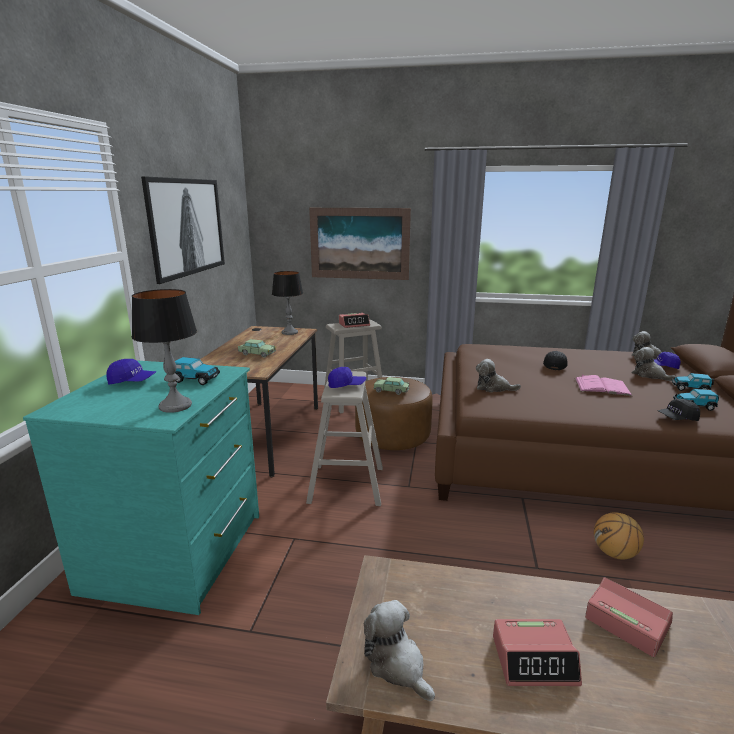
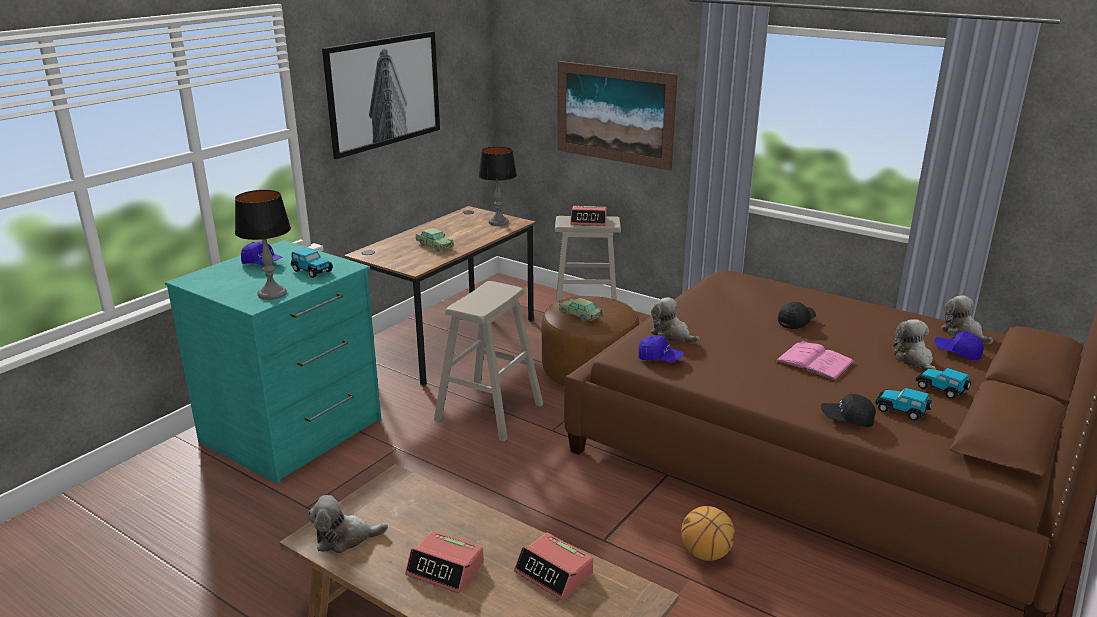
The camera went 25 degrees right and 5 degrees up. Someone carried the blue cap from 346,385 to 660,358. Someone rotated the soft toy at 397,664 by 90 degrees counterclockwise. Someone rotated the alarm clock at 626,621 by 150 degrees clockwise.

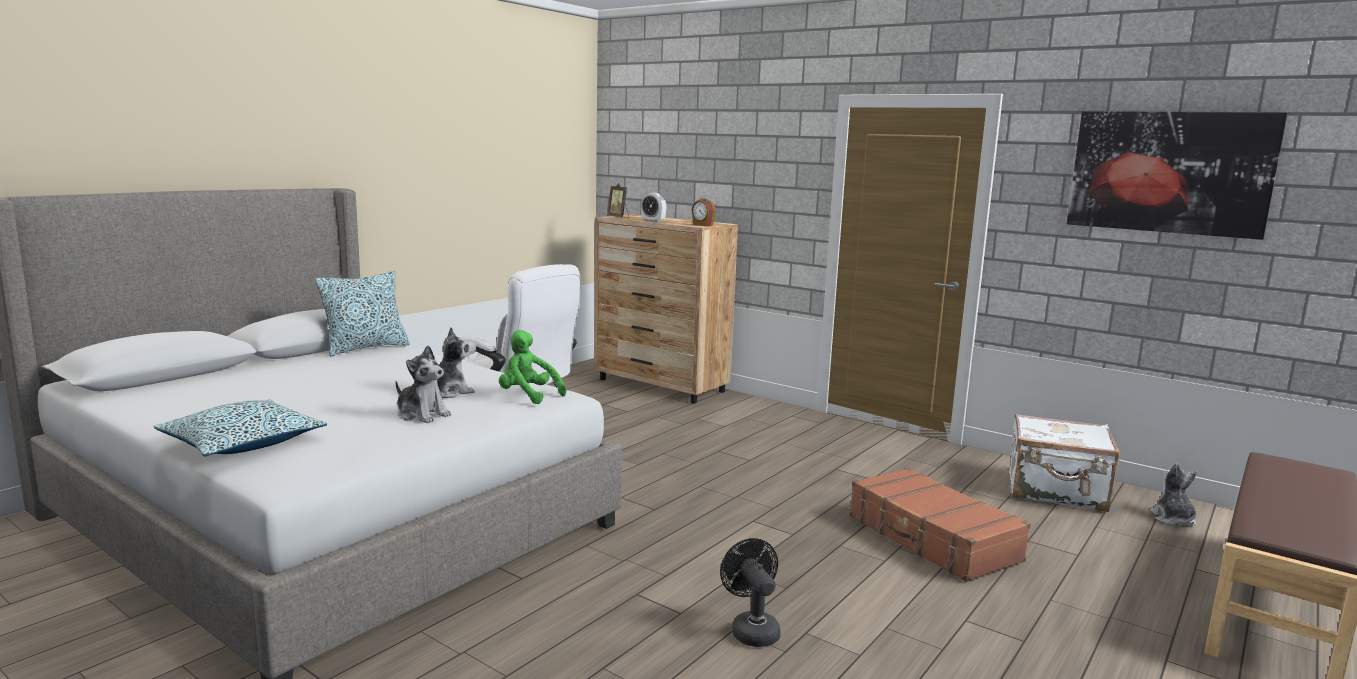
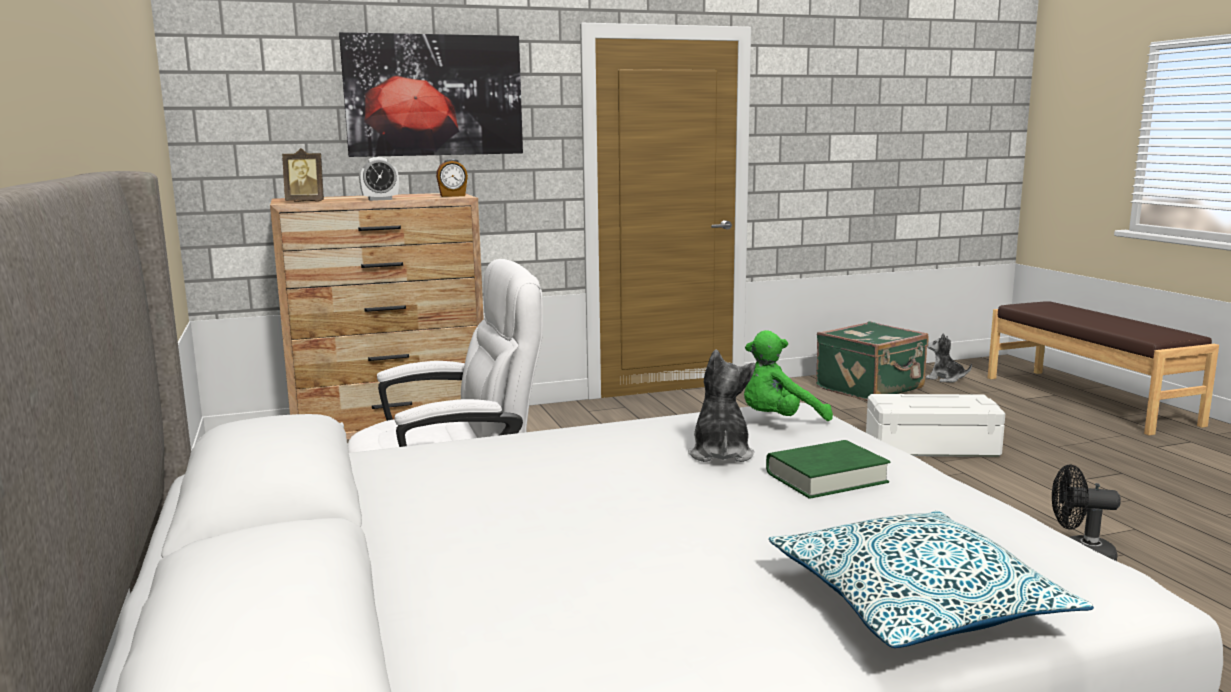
The camera went 55 degrees left and 0 degrees up. Someone took away the pillow at 366,348. Someone carried the wall art from 1169,172 to 434,95. Someone swapped the soft toy at 422,414 for the greenish bound book at 826,477. Someone swapped the brown-coloured piece of luggage at 932,539 for the whitish storage bin at 931,446. Someone repainted the whitish piece of luggage at 1056,492, which became the greenish piece of luggage at 871,388.

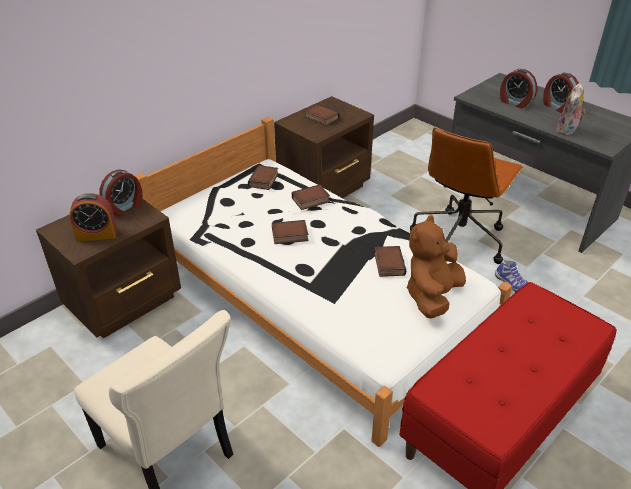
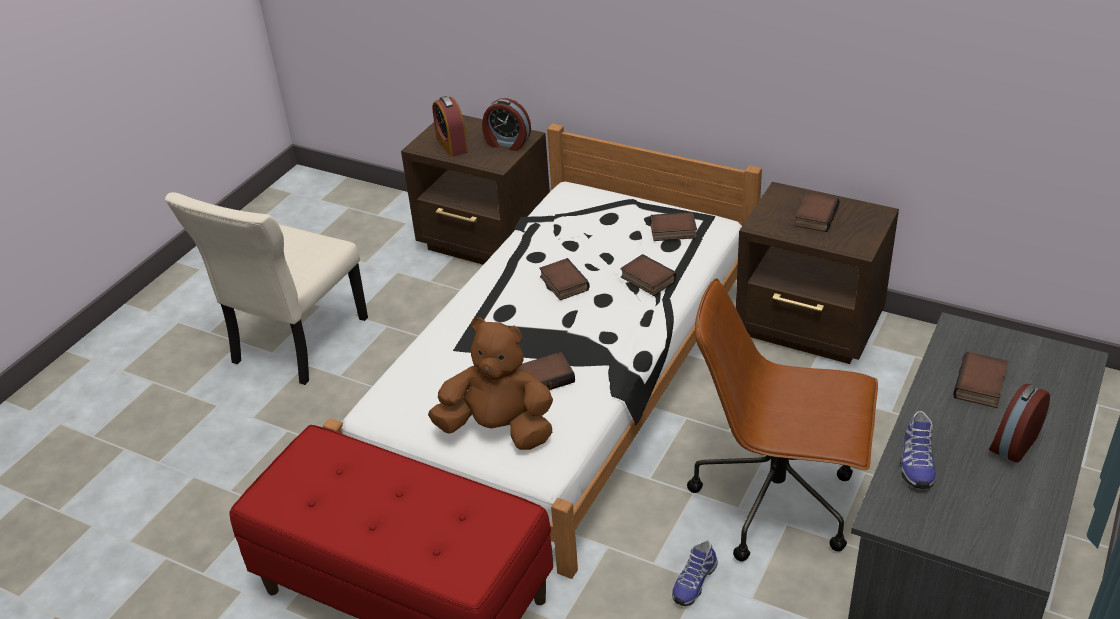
The camera went 75 degrees right and 0 degrees up. Someone swapped the alarm clock at 515,102 for the bound book at 981,385. Someone swapped the soft toy at 567,131 for the low shoe at 915,462.

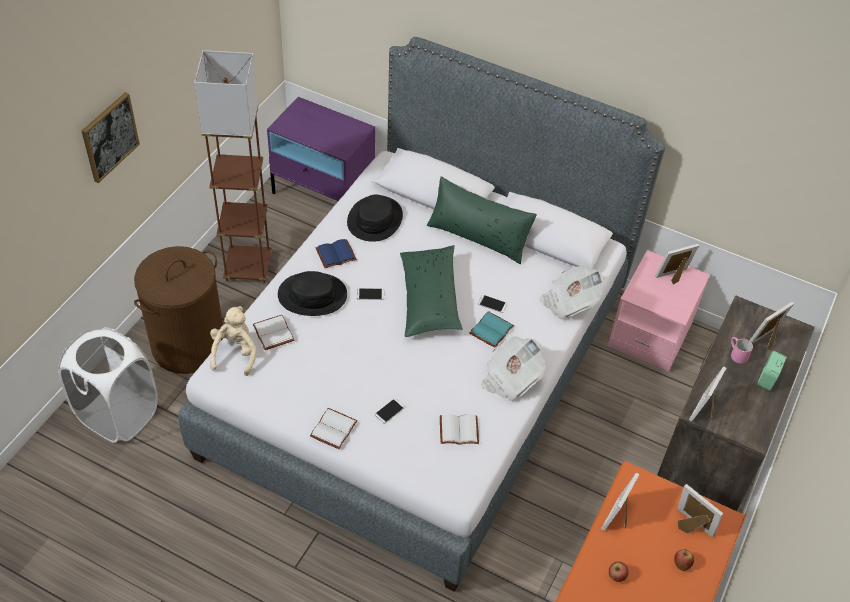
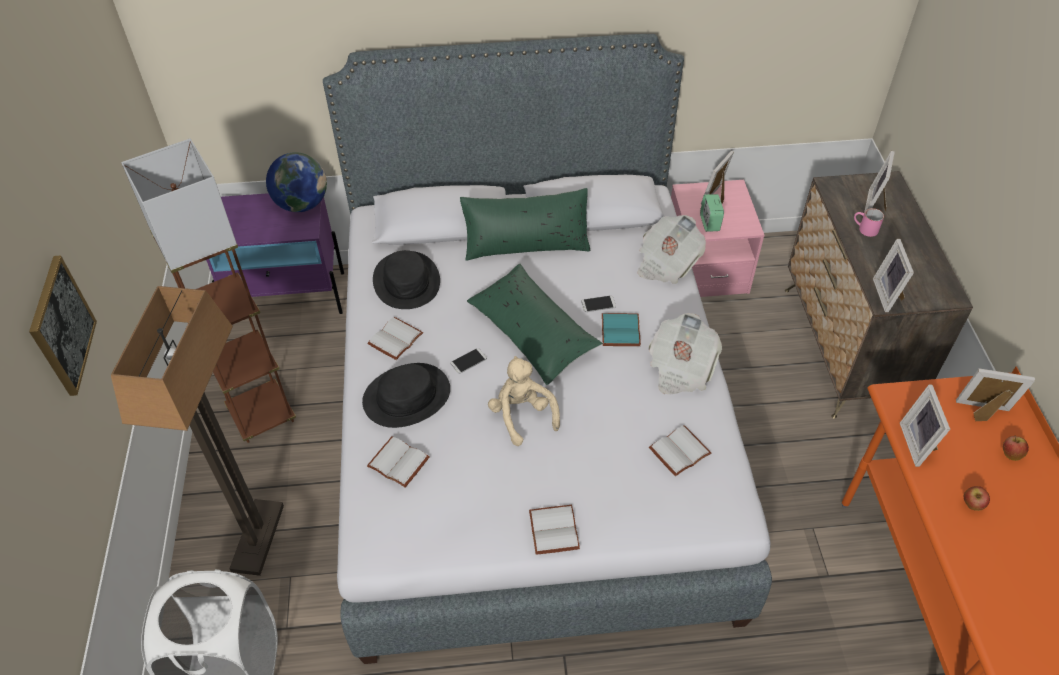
The camera went 30 degrees left and 0 degrees up. Someone took away the telephone at 389,411. Someone put down the world globe at 302,204. Someone carried the beige-coloured soft toy from 235,353 to 522,415. Someone carried the alarm clock from 767,379 to 709,223. Someone swapped the brown-coloured washing basket at 188,346 for the standard lamp at 258,538. Someone repainted the blue bound book at 335,255, which became the whitish bound book at 396,340.

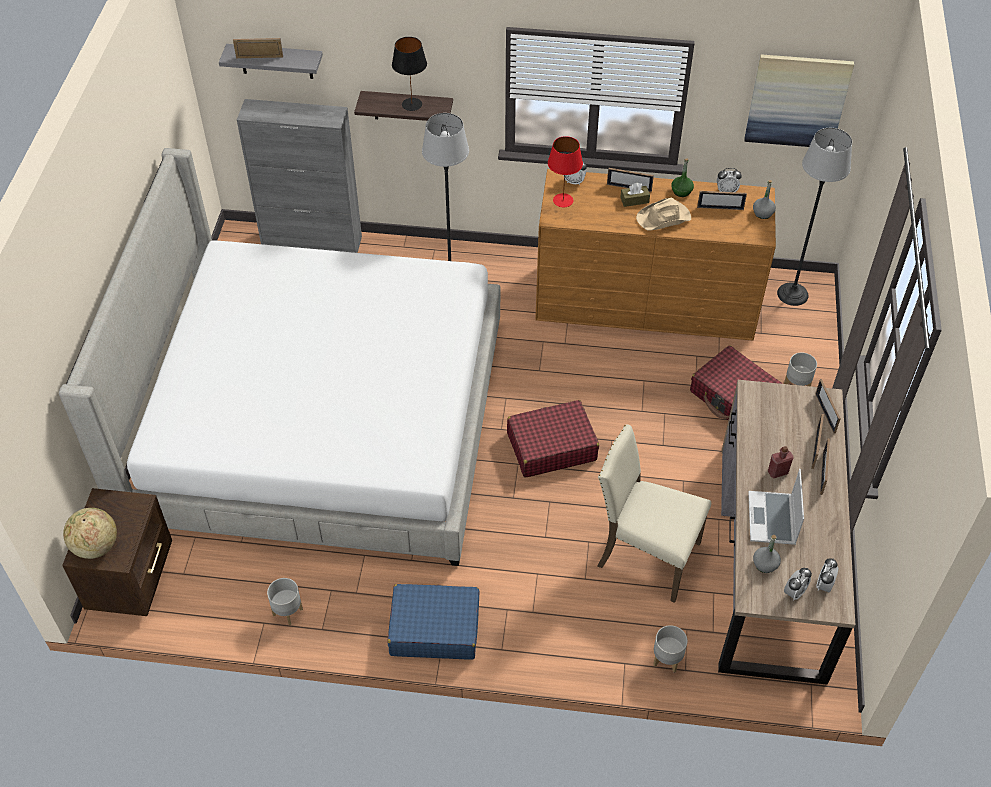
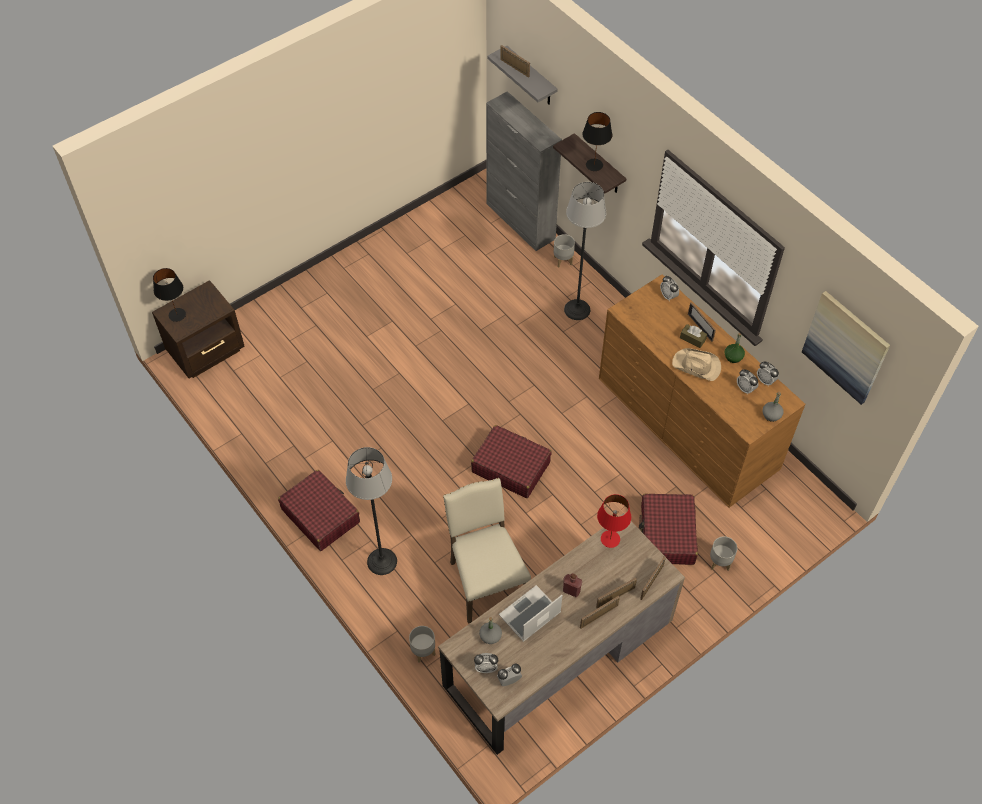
The camera went 45 degrees right and 5 degrees up. Someone took away the bedroom bed at 320,422. Someone carried the gray planter from 288,611 to 563,260. Someone carried the red table lamp from 563,200 to 610,539. Someone carried the standard lamp from 792,294 to 382,561. Someone swapped the world globe at 96,546 for the blackish table lamp at 177,314. Someone swapped the picture frame at 720,208 for the alarm clock at 745,388. Someone repainted the blue piece of luggage at 434,628, which became the red piece of luggage at 320,515.

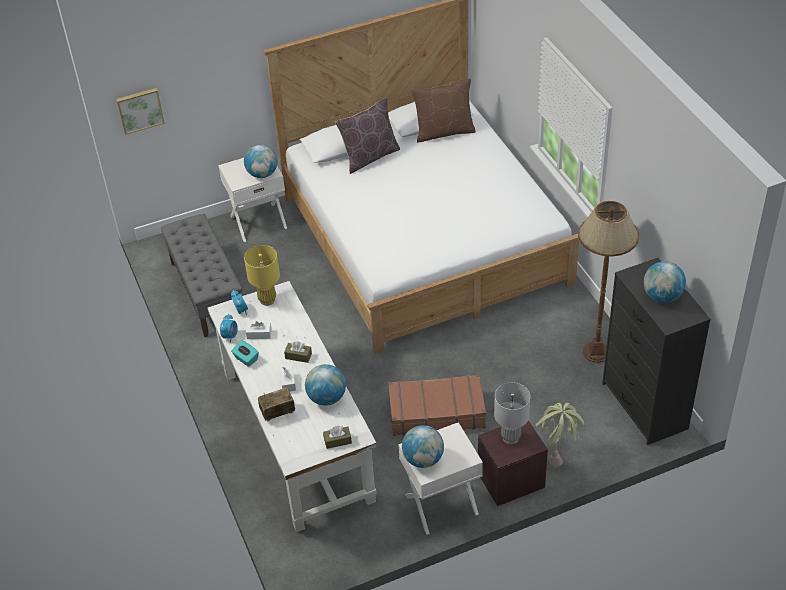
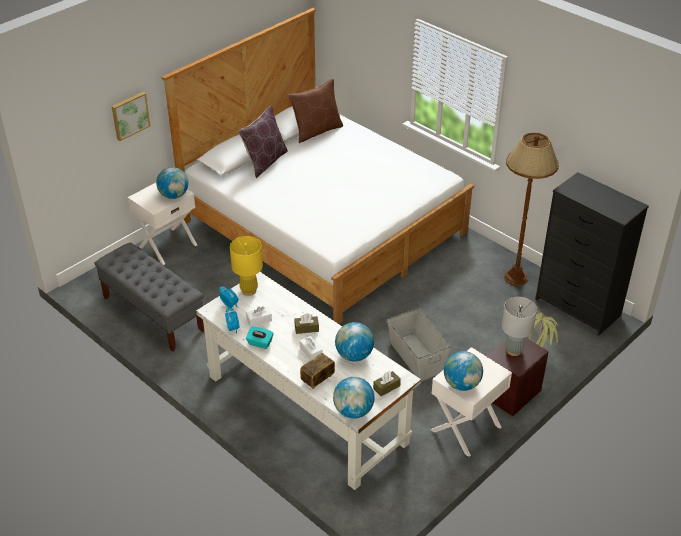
The camera went 25 degrees left and 5 degrees down. Someone carried the wall art from 140,110 to 130,115. Someone carried the world globe from 662,296 to 353,411. Someone swapped the brown-coloured piece of luggage at 436,412 for the gray storage bin at 416,357.

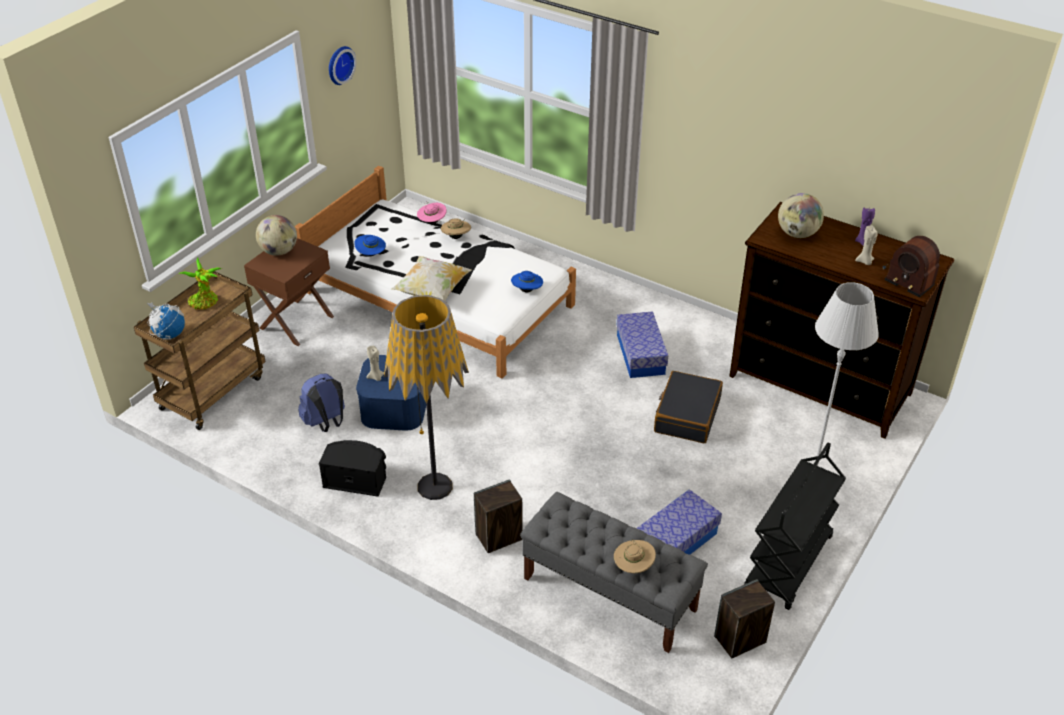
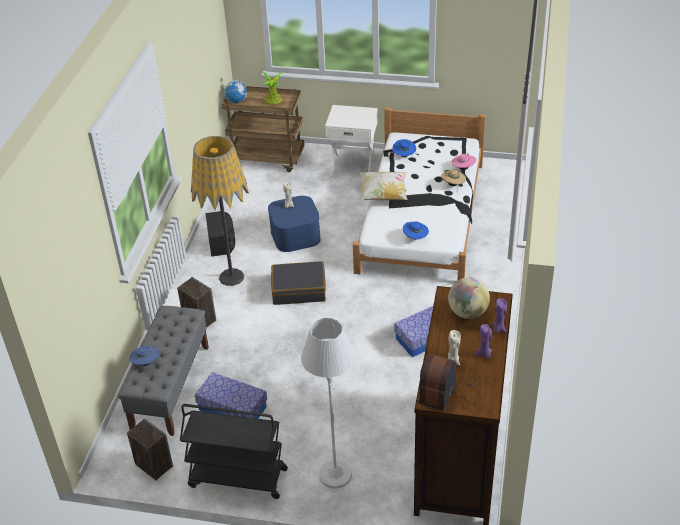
The camera went 70 degrees right and 0 degrees up. Someone took away the world globe at 279,251. Someone took away the blue backpack at 326,423. Someone took away the wall clock at 339,64. Someone put down the purple-coloured wax light at 498,329. Someone carried the blackish piece of luggage from 686,415 to 299,289. Someone repainted the brown-coloured night table at 296,322, which became the whitish night table at 353,165. Someone repainted the beige-coloured clothing hat at 633,566, which became the blue clothing hat at 146,363.

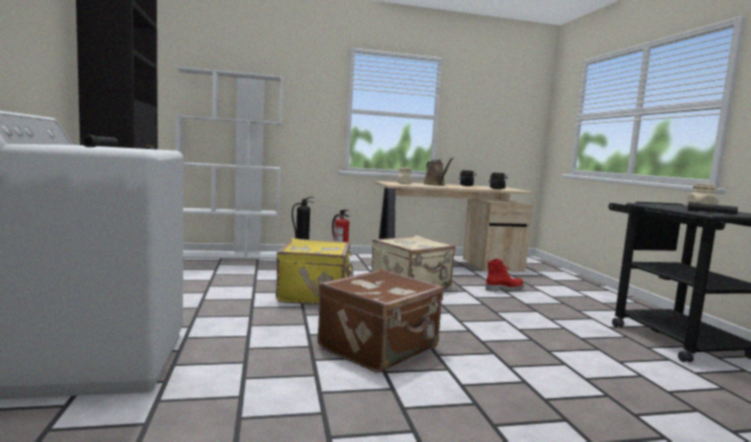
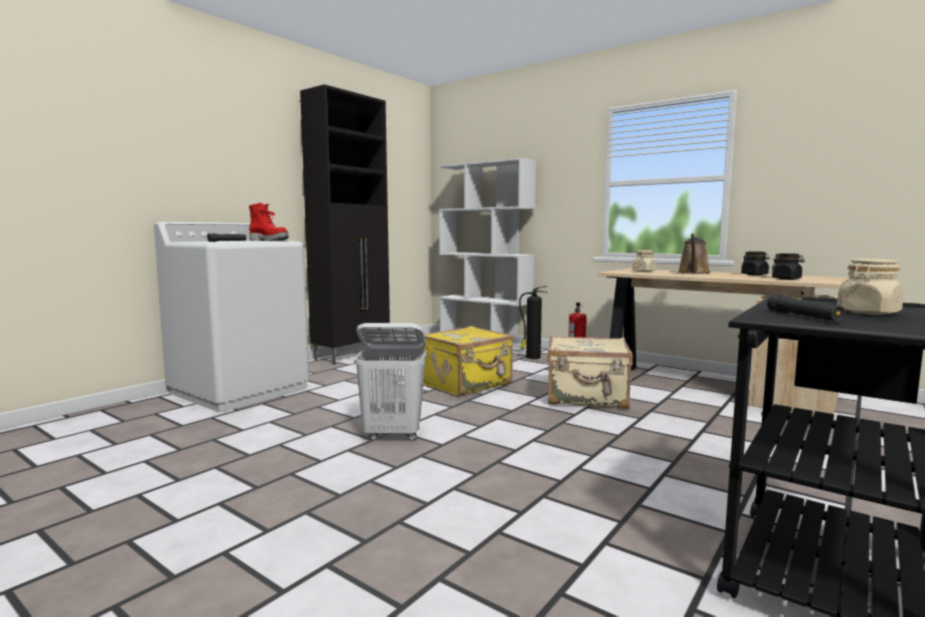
The camera went 50 degrees right and 0 degrees up. Someone carried the red boot from 503,289 to 270,240. Someone swapped the brown-coloured piece of luggage at 380,348 for the whitish washing basket at 393,435.

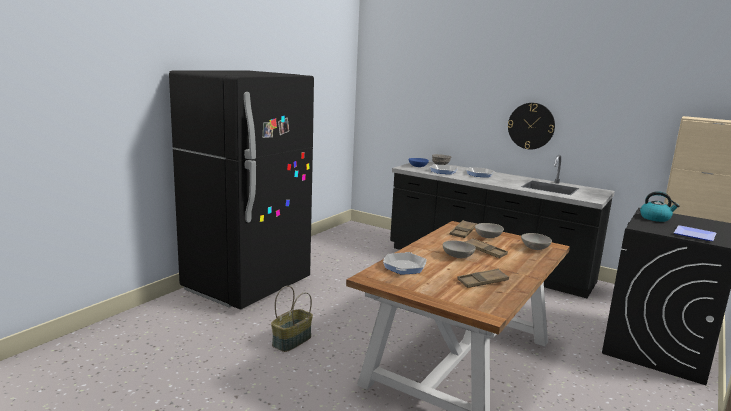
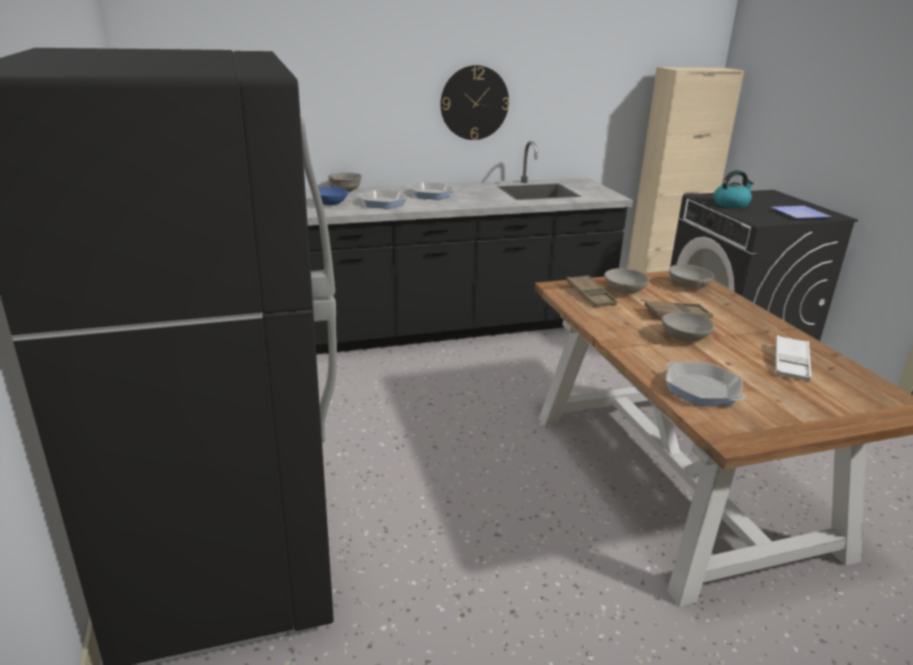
The camera went 50 degrees left and 10 degrees up. Someone took away the storage basket at 292,341. Someone repainted the brown-coloured tray at 482,282, which became the whitish tray at 791,363.

